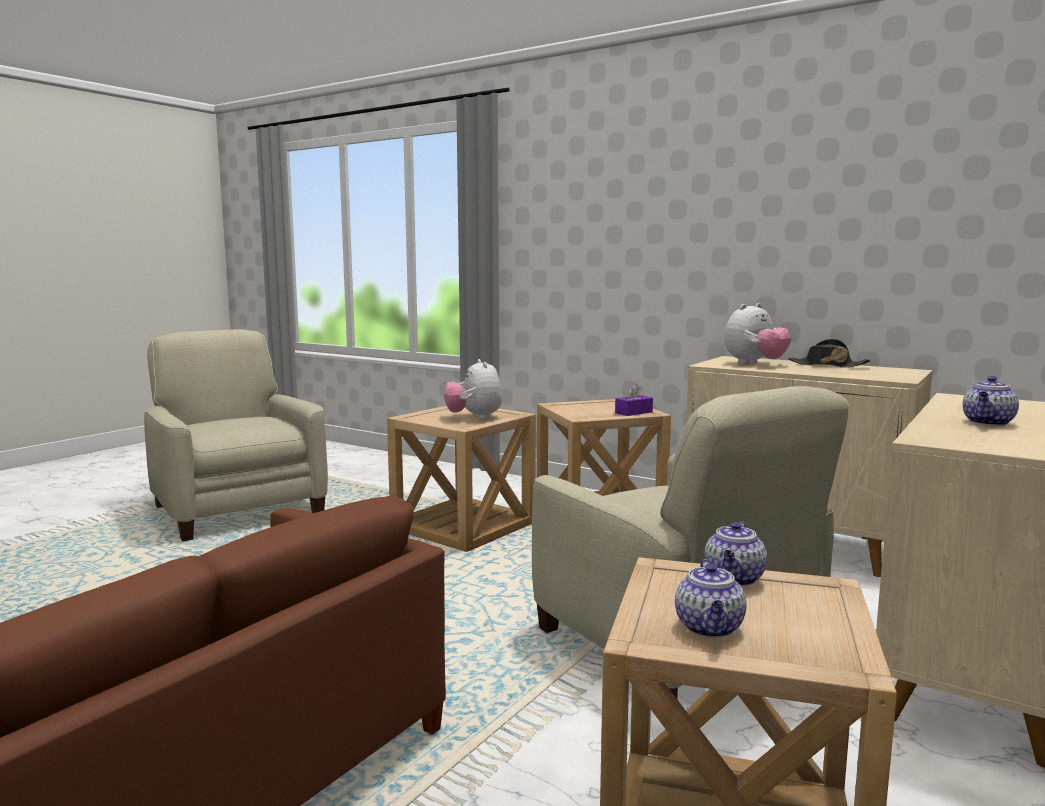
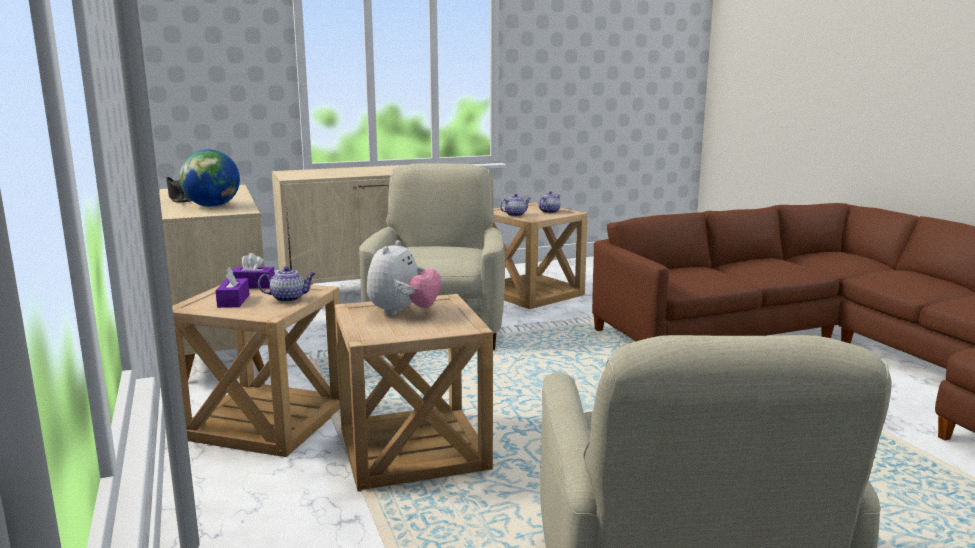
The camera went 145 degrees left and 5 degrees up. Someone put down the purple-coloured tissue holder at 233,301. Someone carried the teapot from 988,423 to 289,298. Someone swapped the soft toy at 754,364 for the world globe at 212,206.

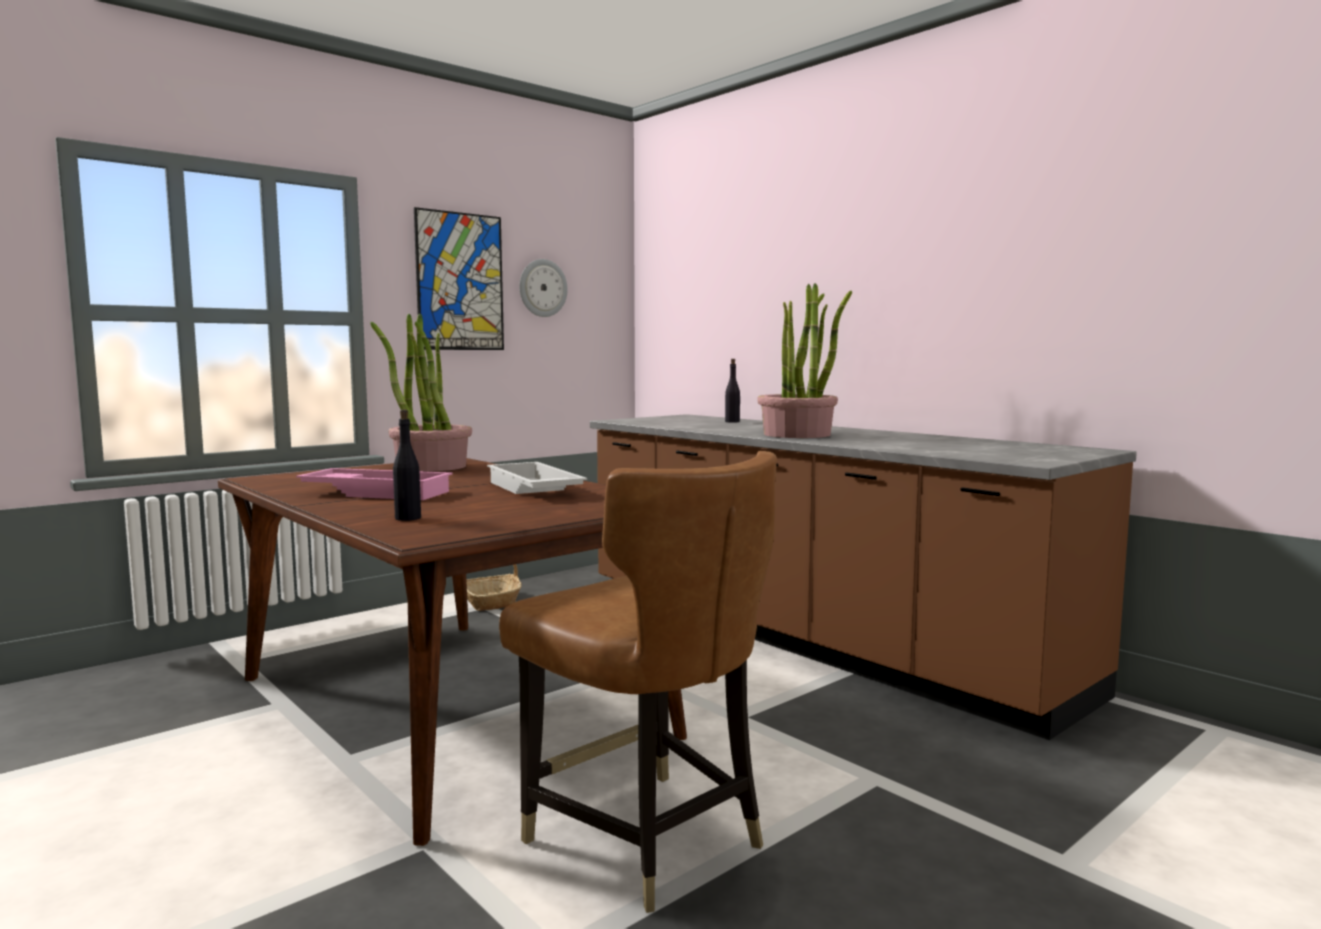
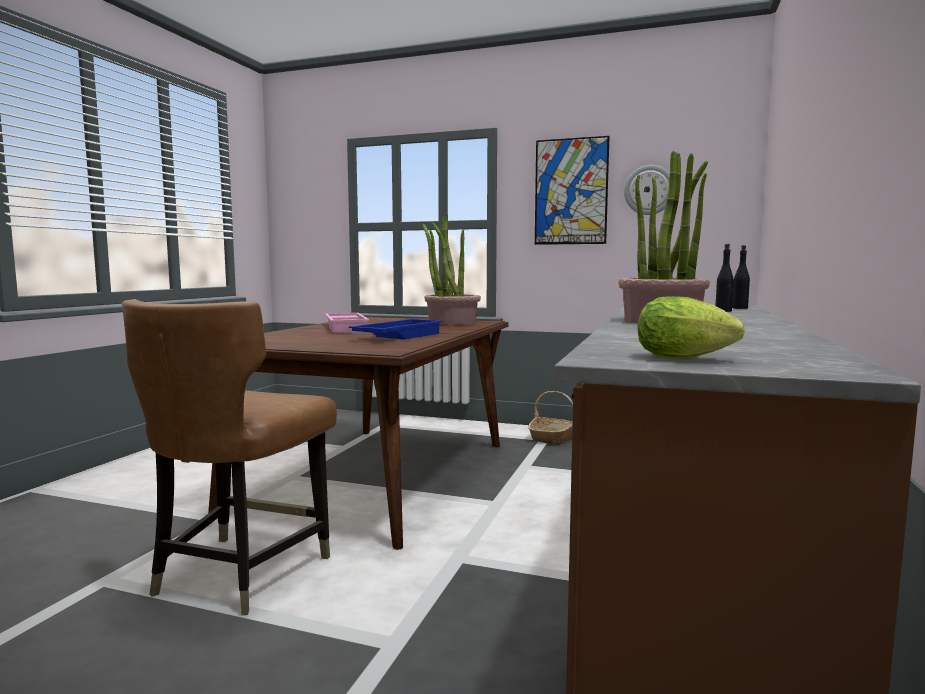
The camera went 60 degrees right and 0 degrees up. Someone put down the head of lettuce at 688,358. Someone carried the blackish beverage bottle from 408,518 to 740,308. Someone repainted the whitish tray at 532,489, which became the blue tray at 397,336.

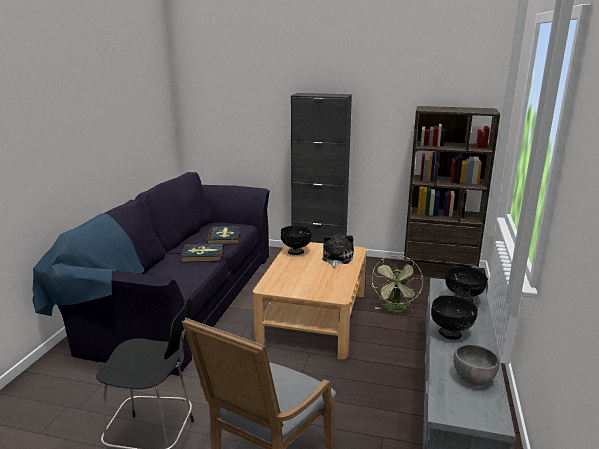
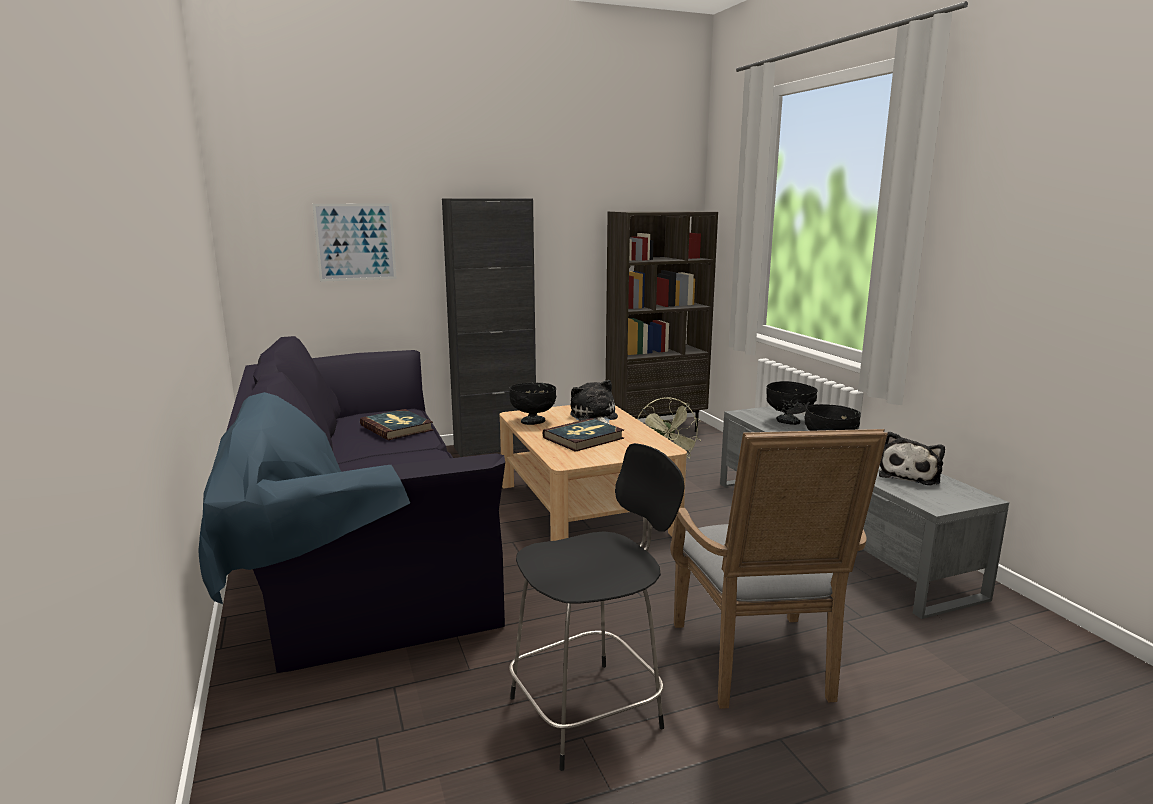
The camera went 35 degrees left and 5 degrees down. Someone put up the wall art at 355,242. Someone carried the bound book from 202,255 to 583,438. Someone swapped the gray serving bowl at 473,379 for the soft toy at 910,475.

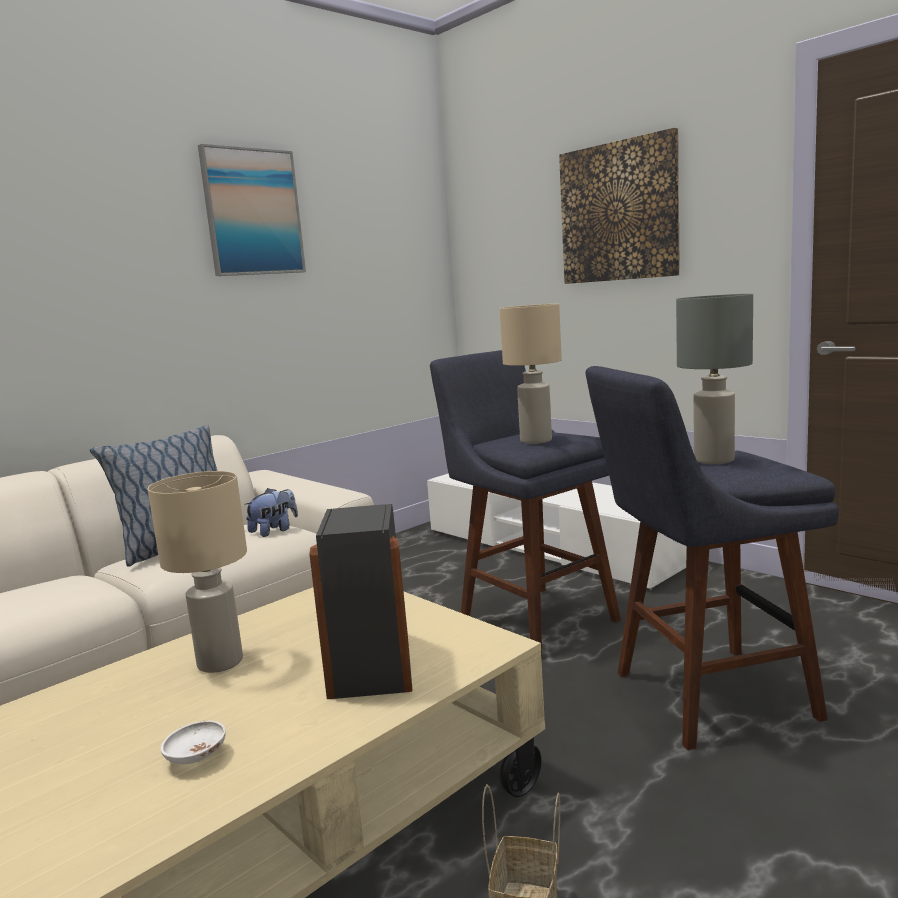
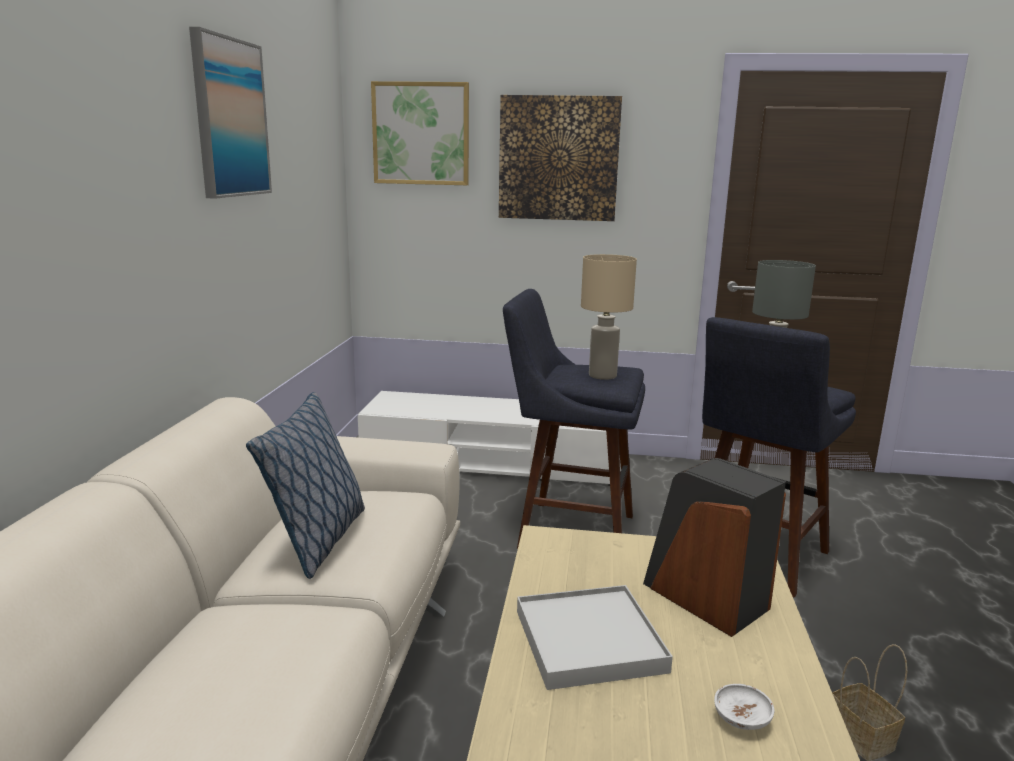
The camera went 40 degrees left and 5 degrees up. Someone took away the soft toy at 274,531. Someone put up the wall art at 421,134. Someone swapped the beige-coloured table lamp at 221,662 for the whitish tray at 589,640.

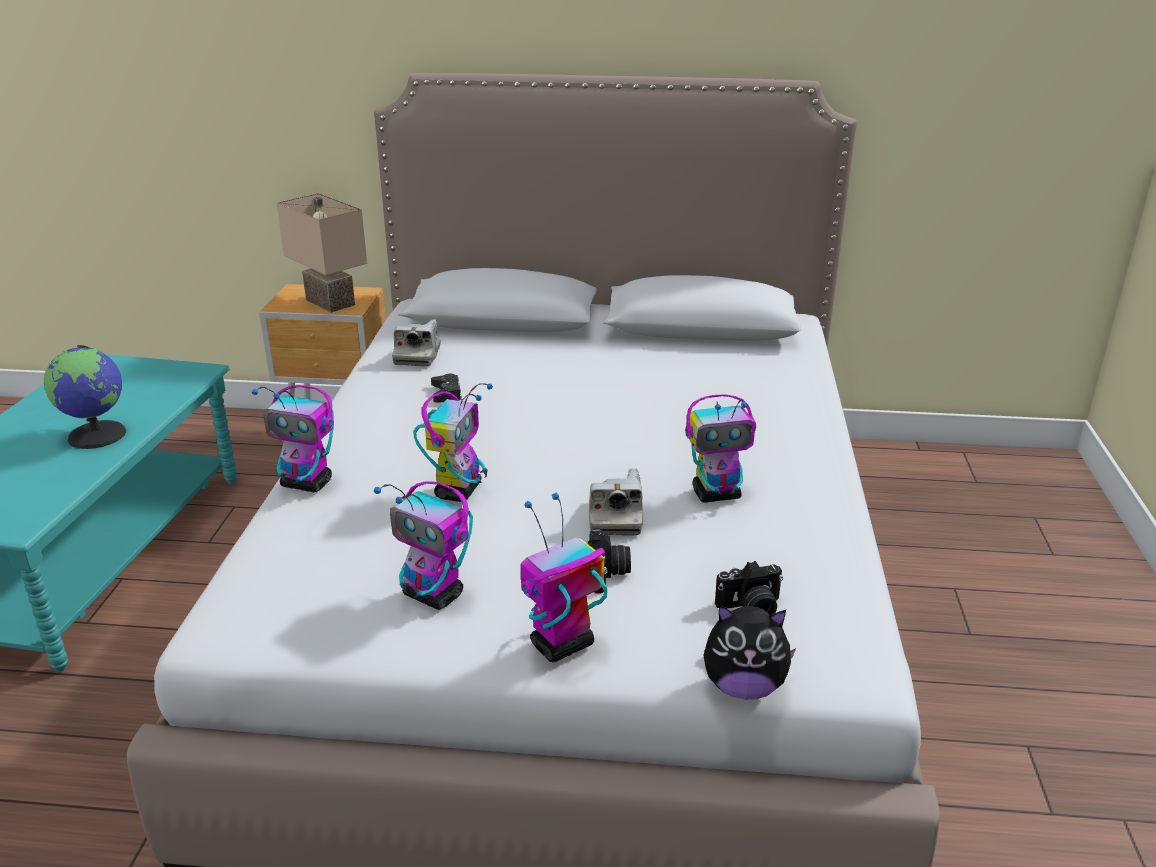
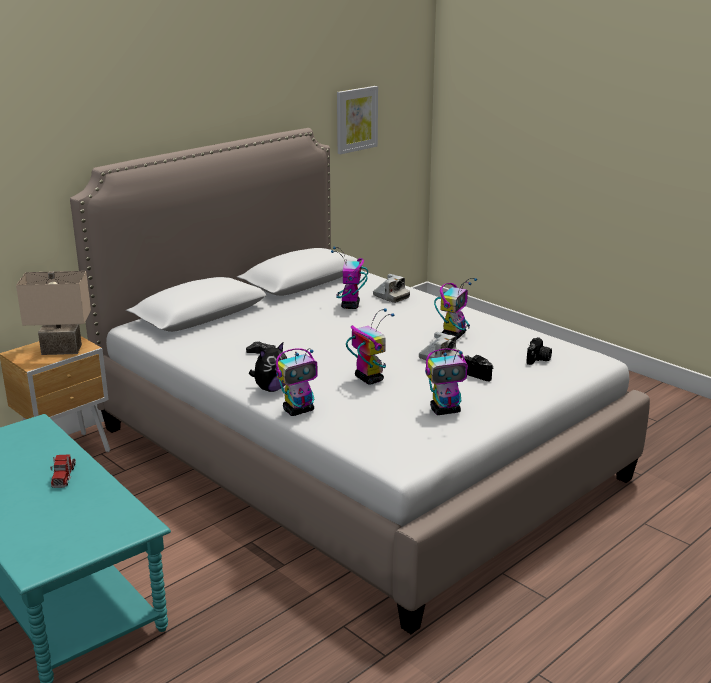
The camera went 50 degrees left and 5 degrees down. Someone put up the wall art at 356,119. Someone carried the still camera from 417,356 to 391,297. Someone carried the toy robot from 561,646 to 350,306. Someone carried the soft toy from 743,687 to 271,389. Someone swapped the world globe at 98,435 for the toy lorry at 64,476.

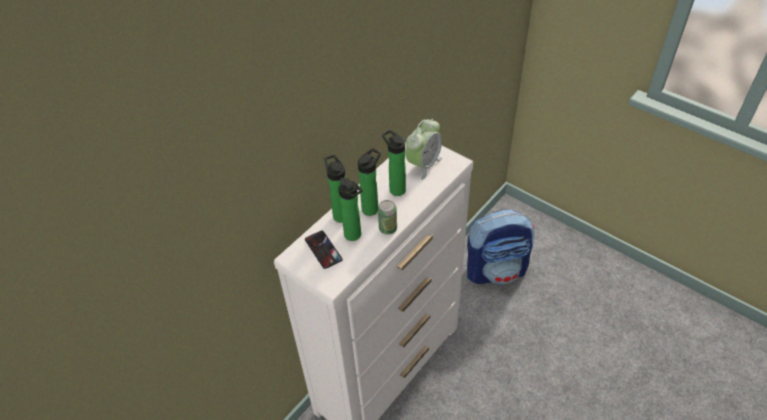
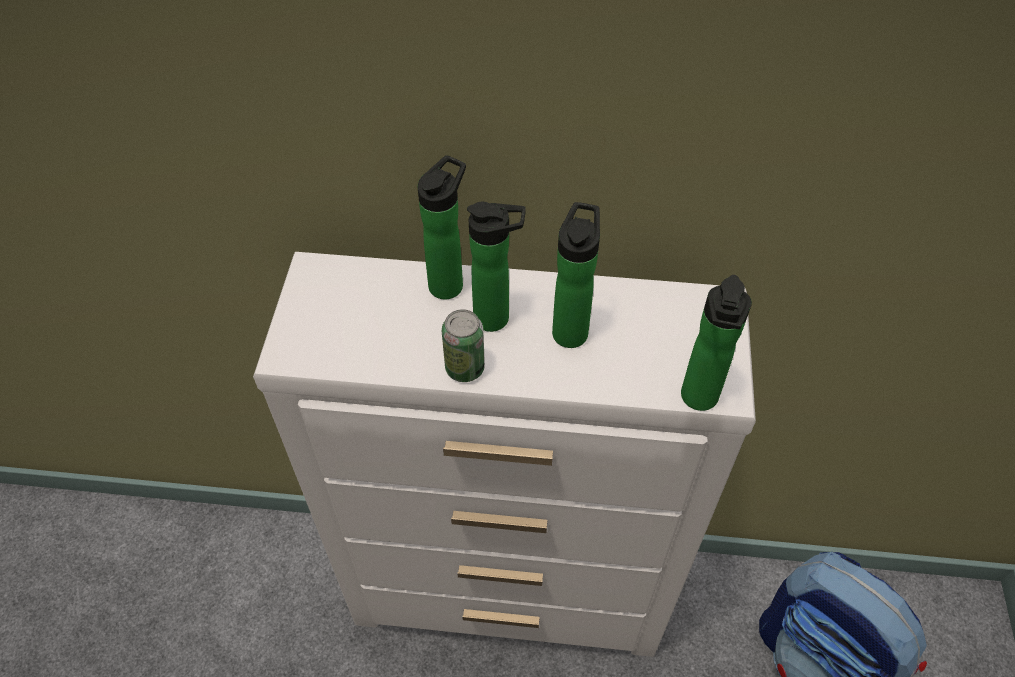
The camera went 55 degrees right and 5 degrees up. Someone took away the telephone at 323,250. Someone took away the alarm clock at 423,164. Someone carried the beverage bottle from 354,236 to 698,400.

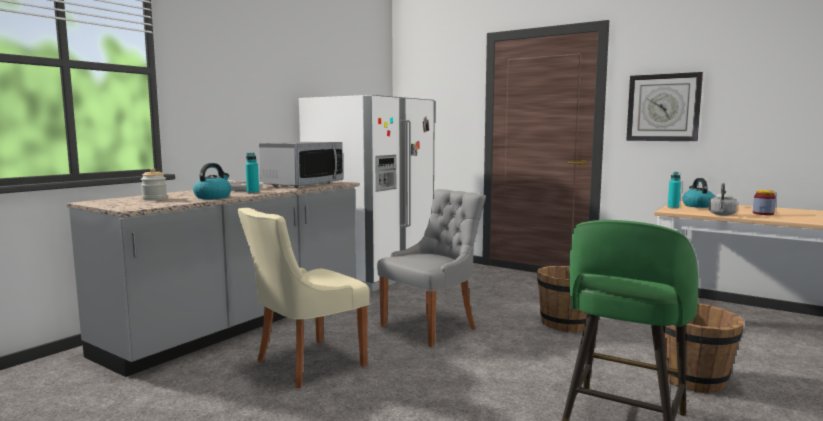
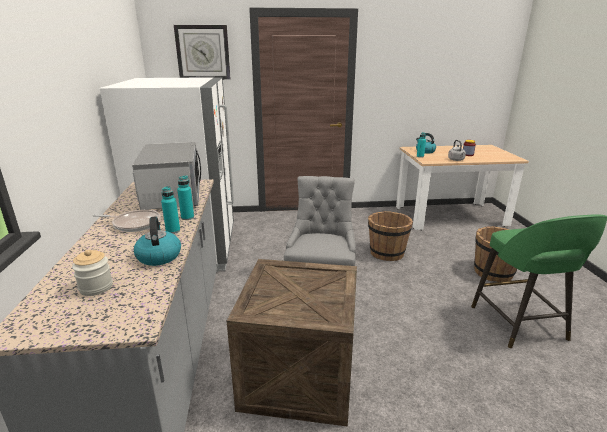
The camera went 40 degrees left and 15 degrees up. Someone put down the blue-green beverage bottle at 187,217. Someone carried the wall clock from 663,107 to 203,52. Someone swapped the beige-coloured upright chair at 306,364 for the shipping crate at 297,376.

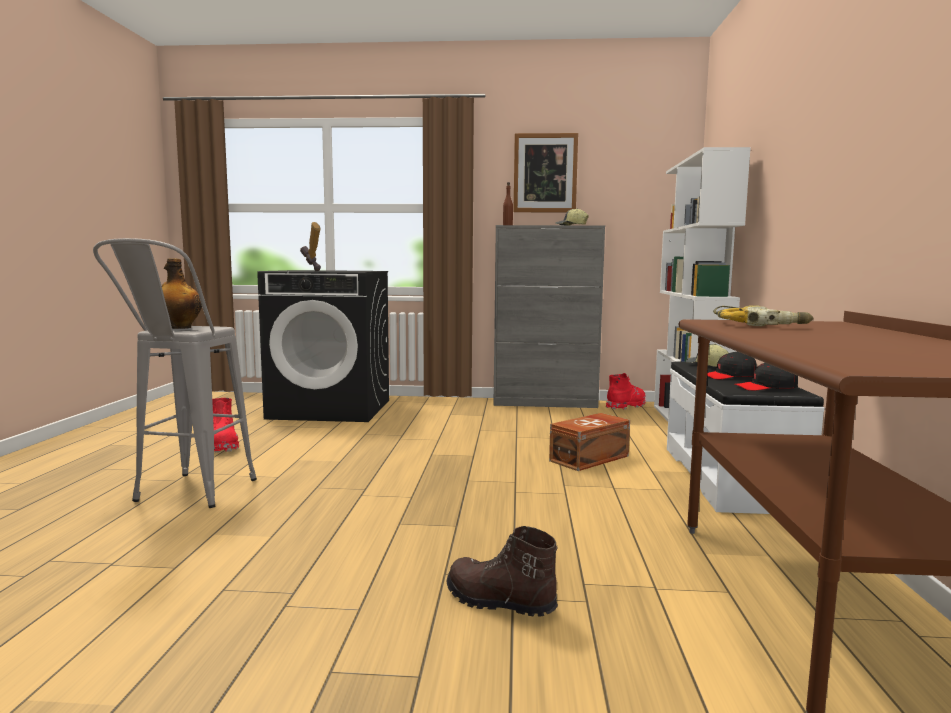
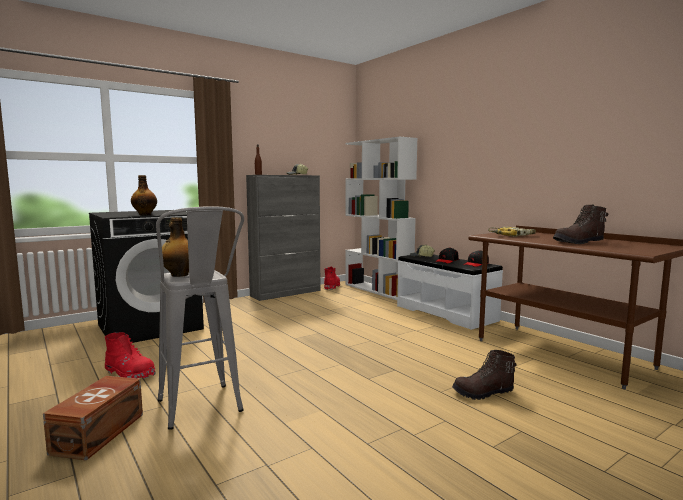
The camera went 40 degrees left and 0 degrees up. Someone took away the wall art at 545,173. Someone put down the brown-coloured boot at 579,242. Someone carried the brown-coloured storage bin from 591,458 to 100,433. Someone swapped the hammer at 311,271 for the beverage bottle at 145,214.

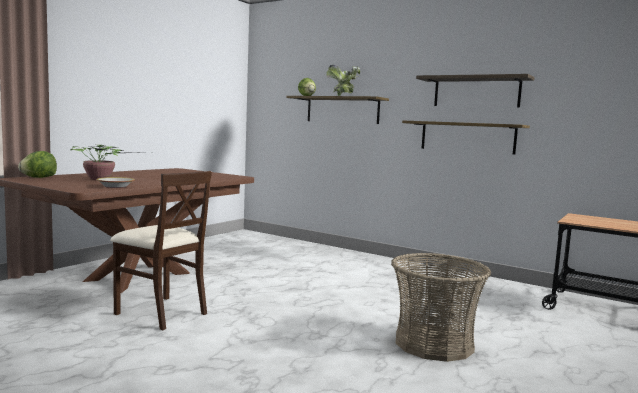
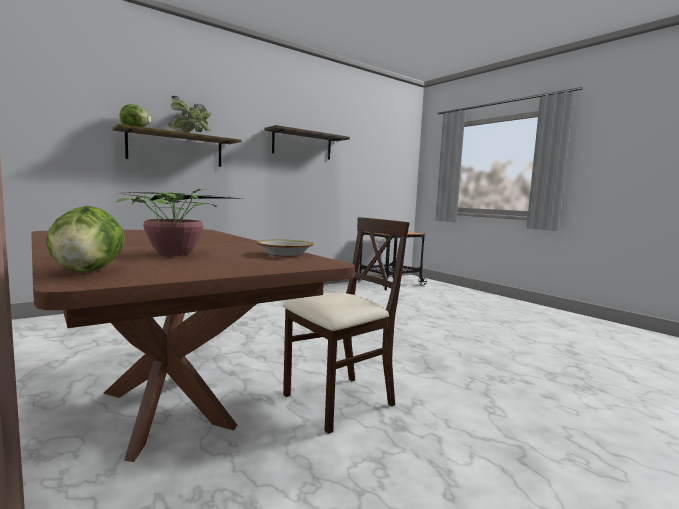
The camera went 70 degrees left and 0 degrees up. Someone took away the storage basket at 434,343. Someone took away the wall shelf at 467,137.

